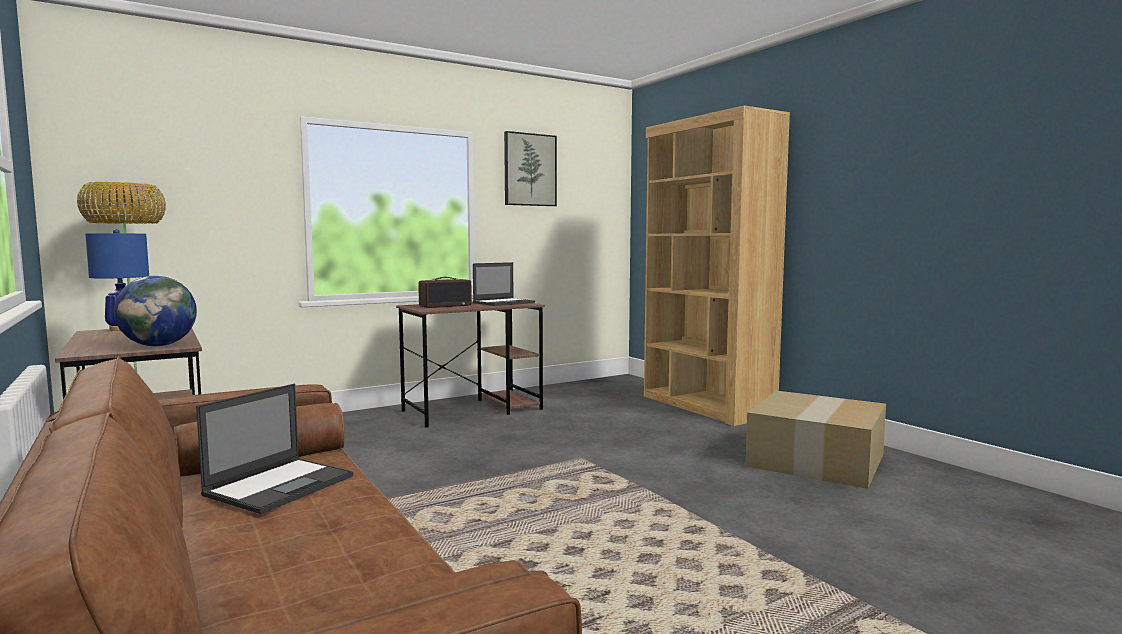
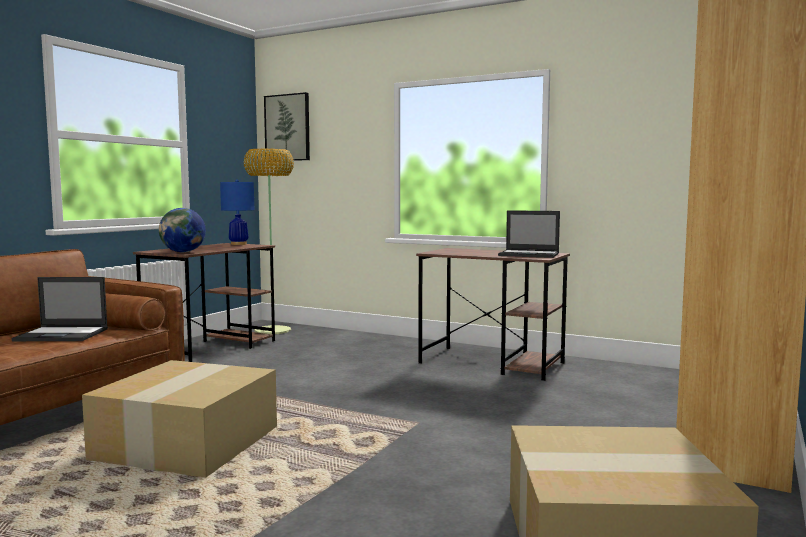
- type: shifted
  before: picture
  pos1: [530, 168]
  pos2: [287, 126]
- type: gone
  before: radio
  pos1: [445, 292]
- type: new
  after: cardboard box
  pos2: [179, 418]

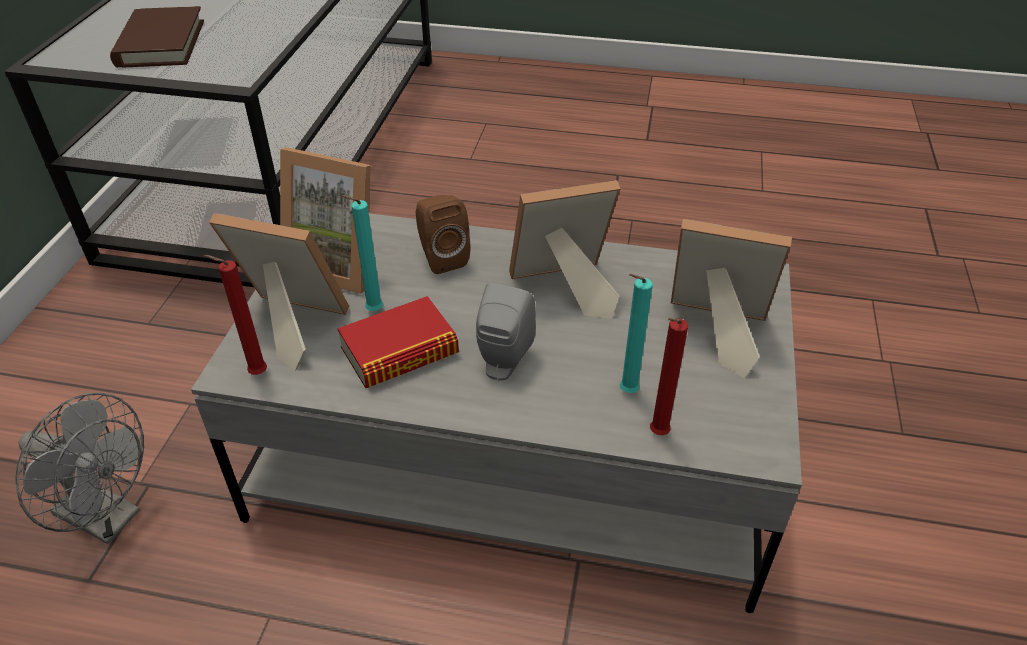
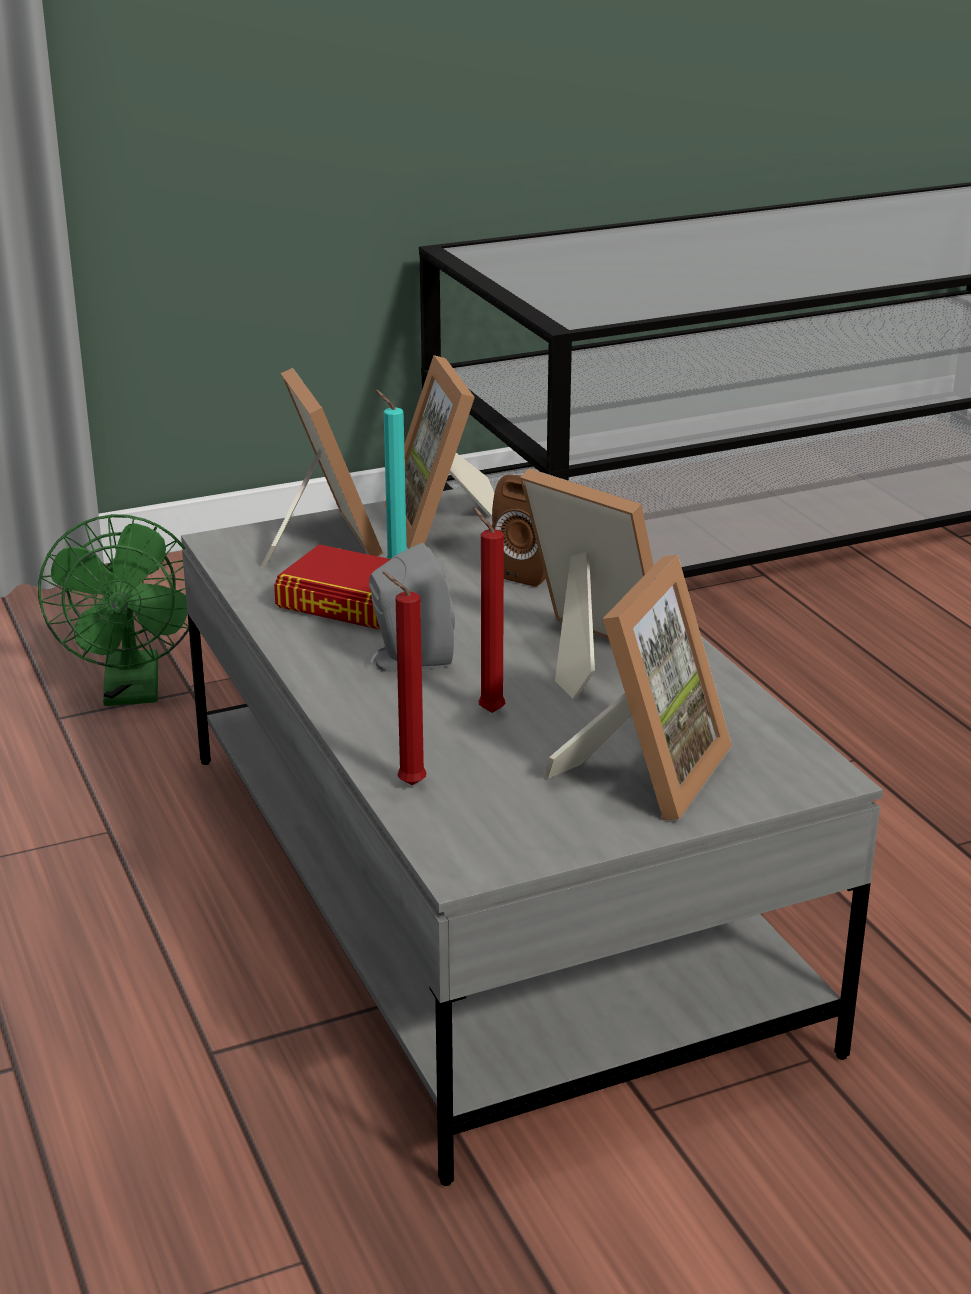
- type: gone
  before: book in brown
  pos1: [157, 36]
- type: rotated
  before: picture frame
  pos1: [731, 298]
  pos2: [638, 687]
  turn: 45
- type: shifted
  before: candle in red
  pos1: [235, 315]
  pos2: [489, 610]
- type: gone
  before: candle in turquoise
  pos1: [636, 333]
- type: repainted
  before: fan in grey
  after: fan in green
  pos1: [79, 468]
  pos2: [113, 610]

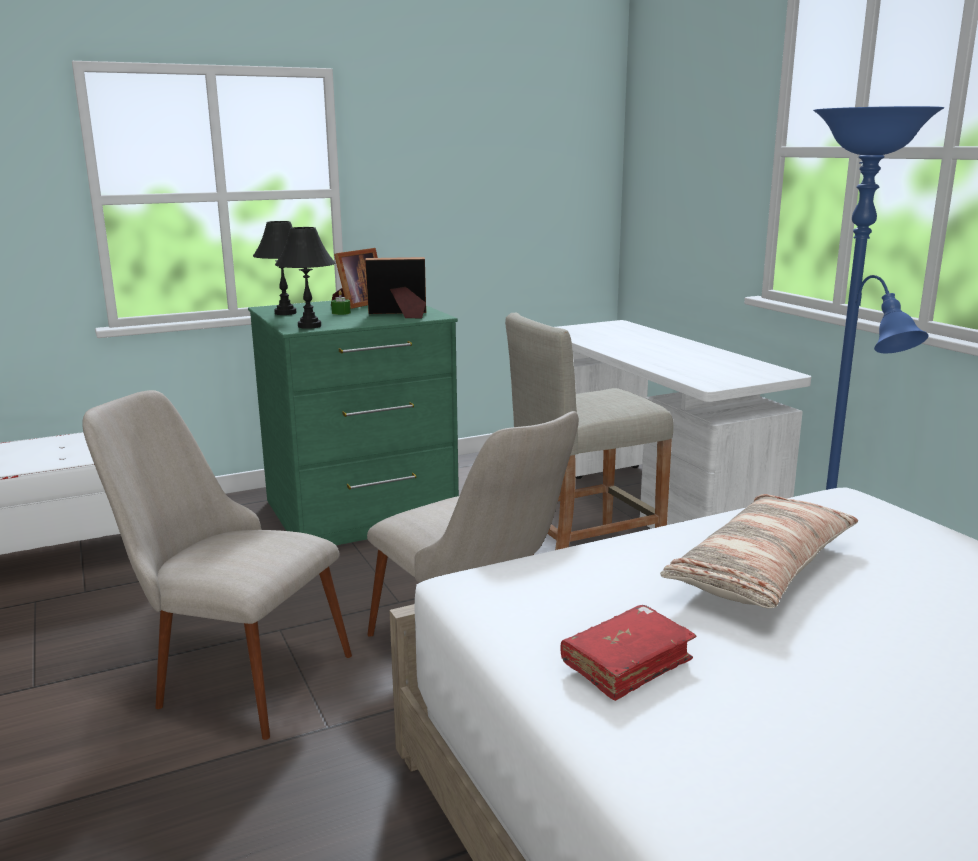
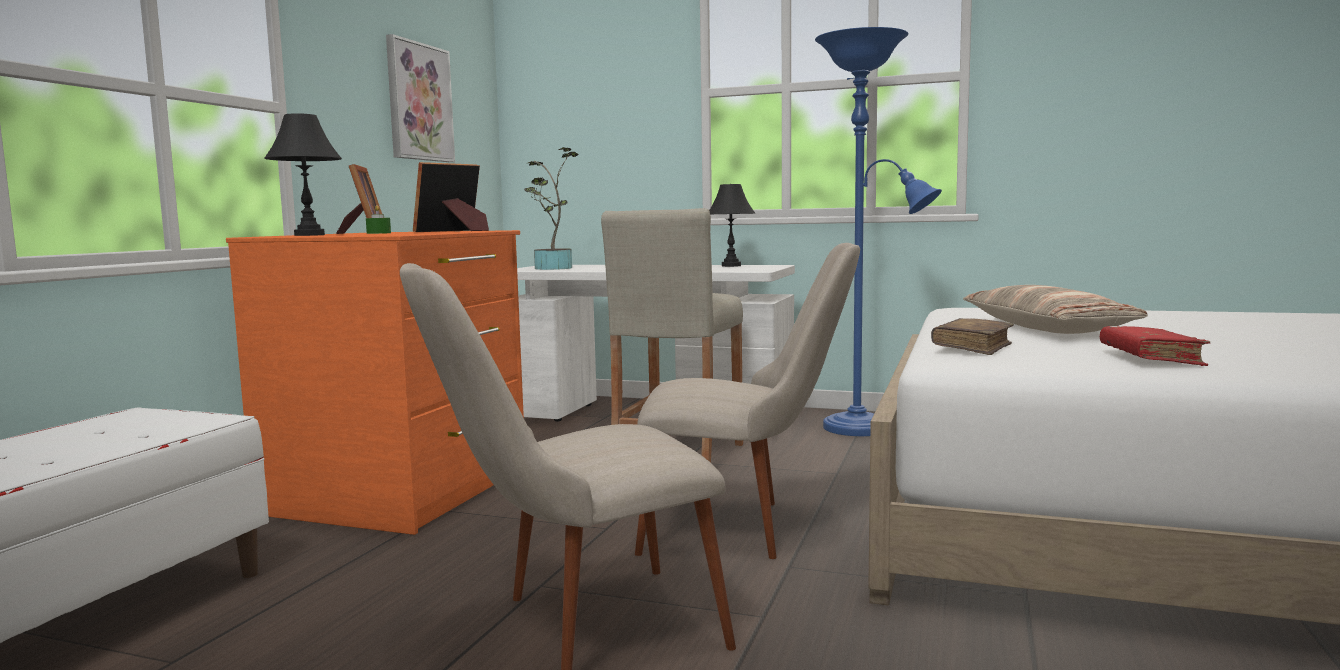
- type: shifted
  before: table lamp in black
  pos1: [305, 278]
  pos2: [732, 225]
- type: repainted
  before: dresser in green
  after: dresser in orange
  pos1: [353, 423]
  pos2: [375, 382]
- type: new
  after: picture
  pos2: [420, 98]
- type: new
  after: potted plant
  pos2: [551, 208]
- type: new
  after: book in brown
  pos2: [972, 336]

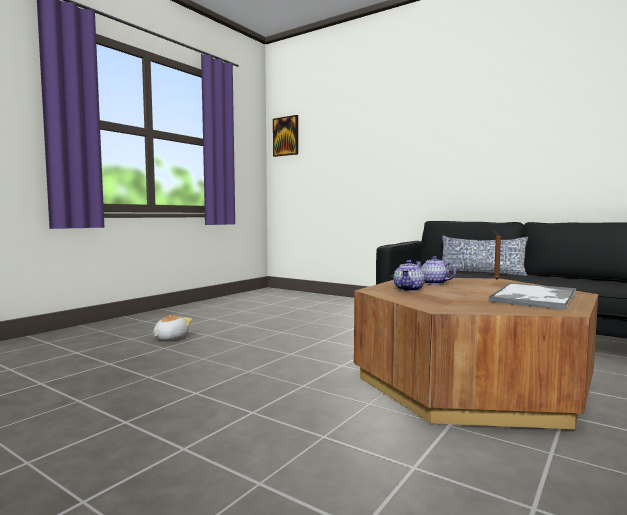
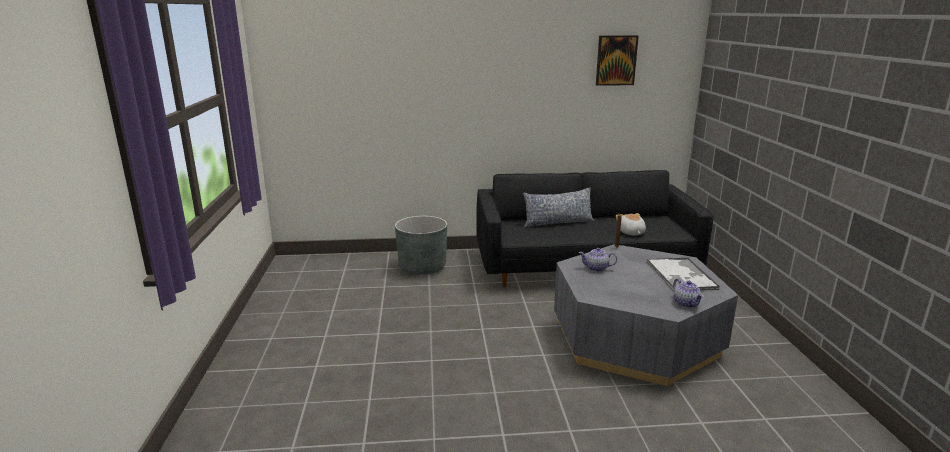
- type: shifted
  before: picture
  pos1: [285, 136]
  pos2: [617, 60]
- type: shifted
  before: teapot
  pos1: [409, 275]
  pos2: [688, 293]
- type: repainted
  before: coffee table in brown
  after: coffee table in grey
  pos1: [476, 354]
  pos2: [646, 315]
- type: shifted
  before: plush toy
  pos1: [172, 327]
  pos2: [631, 224]
- type: new
  after: planter in grey
  pos2: [421, 245]

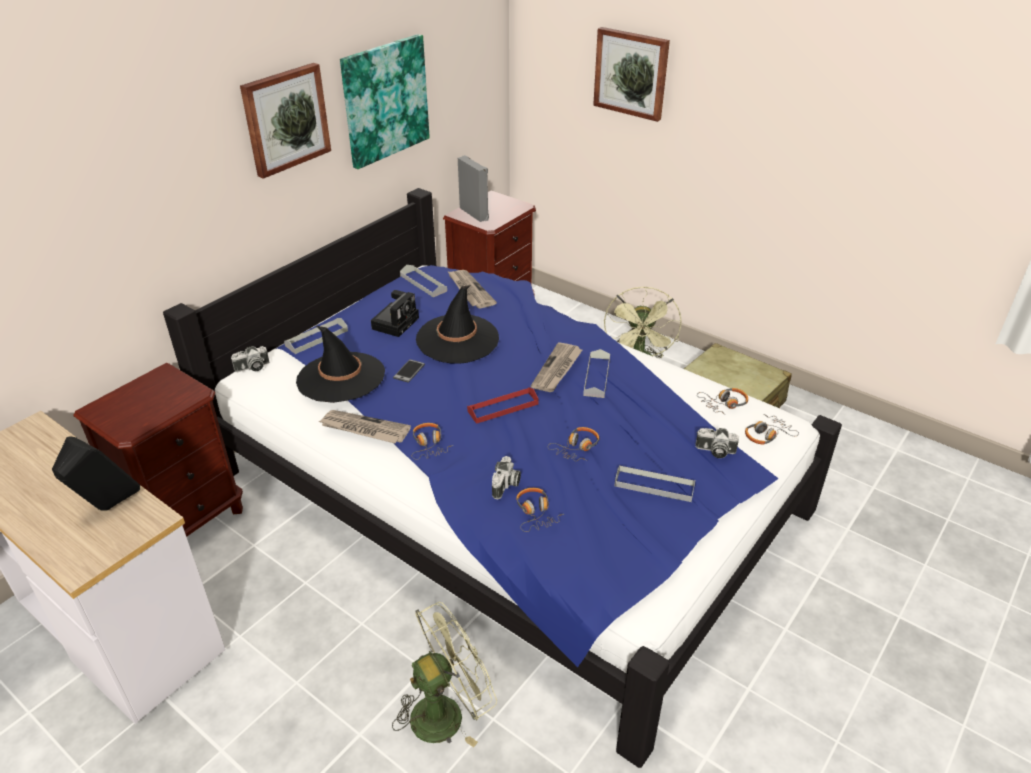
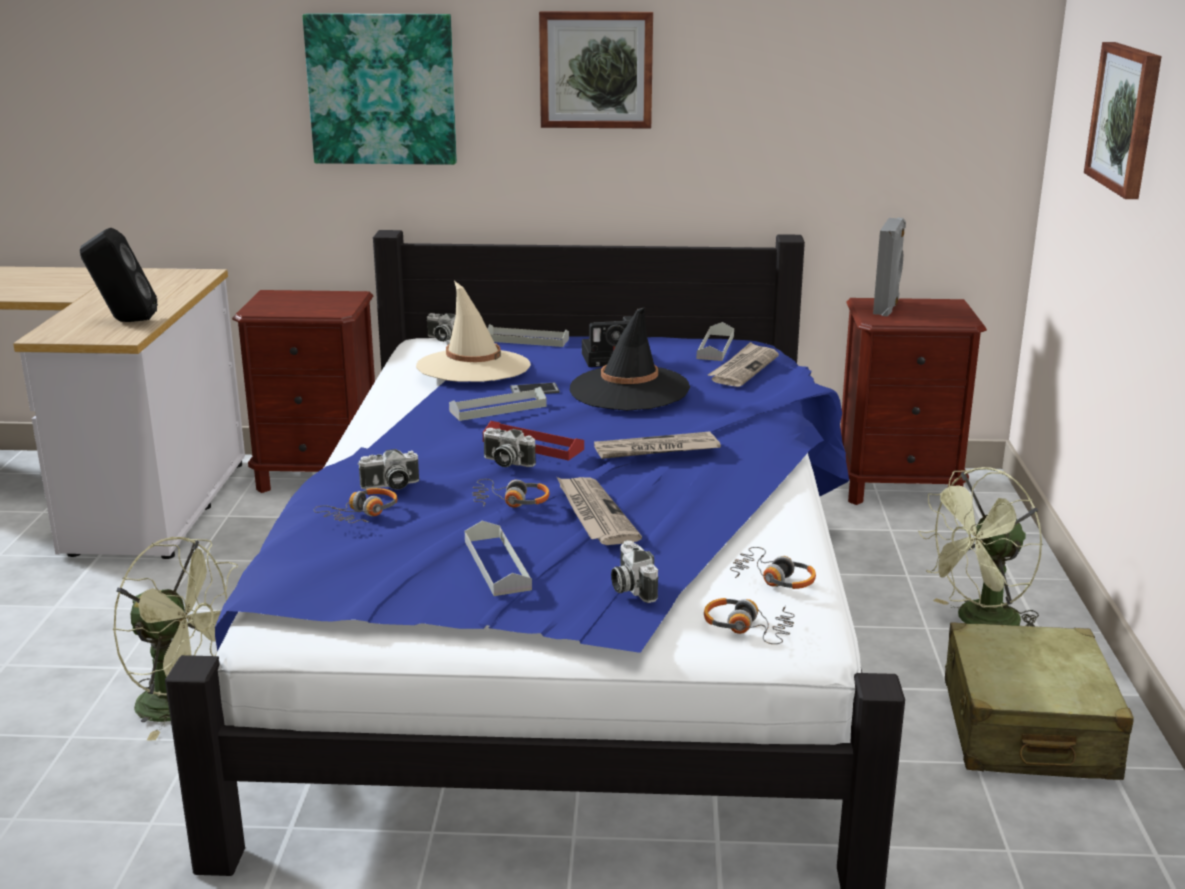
- type: shifted
  before: picture
  pos1: [385, 101]
  pos2: [379, 89]
- type: repainted
  before: hat in black
  after: hat in beige
  pos1: [340, 364]
  pos2: [473, 331]
- type: shifted
  before: tray in grey
  pos1: [596, 373]
  pos2: [498, 404]
- type: shifted
  before: newspaper
  pos1: [364, 426]
  pos2: [599, 511]
- type: gone
  before: headphones
  pos1: [433, 441]
- type: new
  after: photo camera
  pos2: [509, 447]

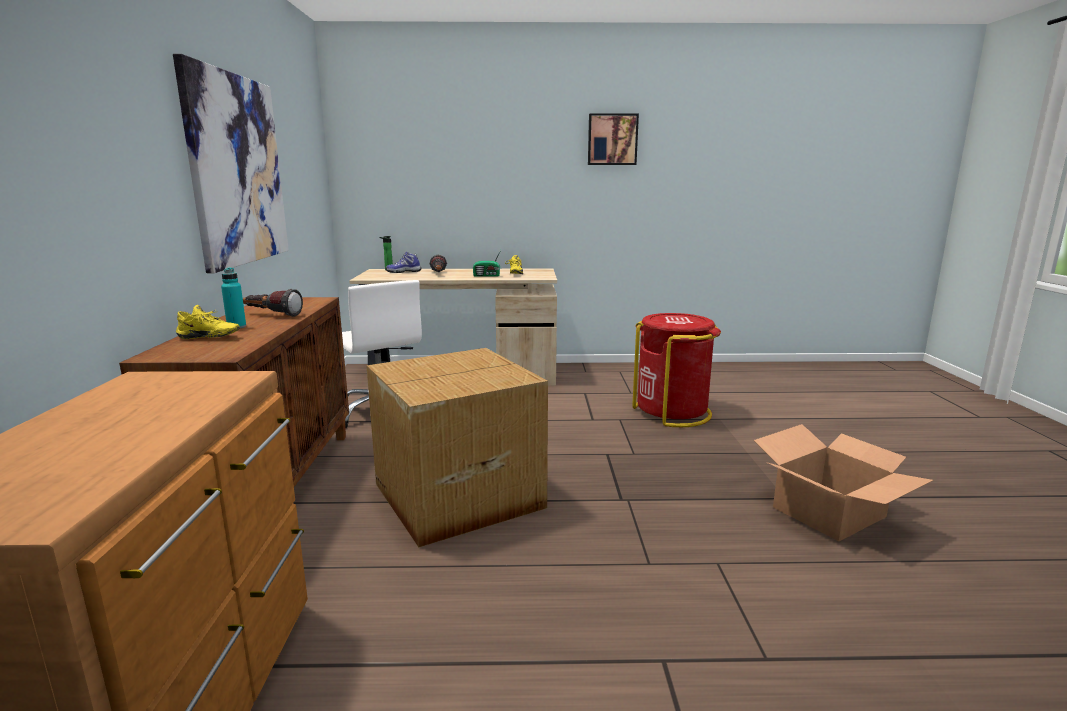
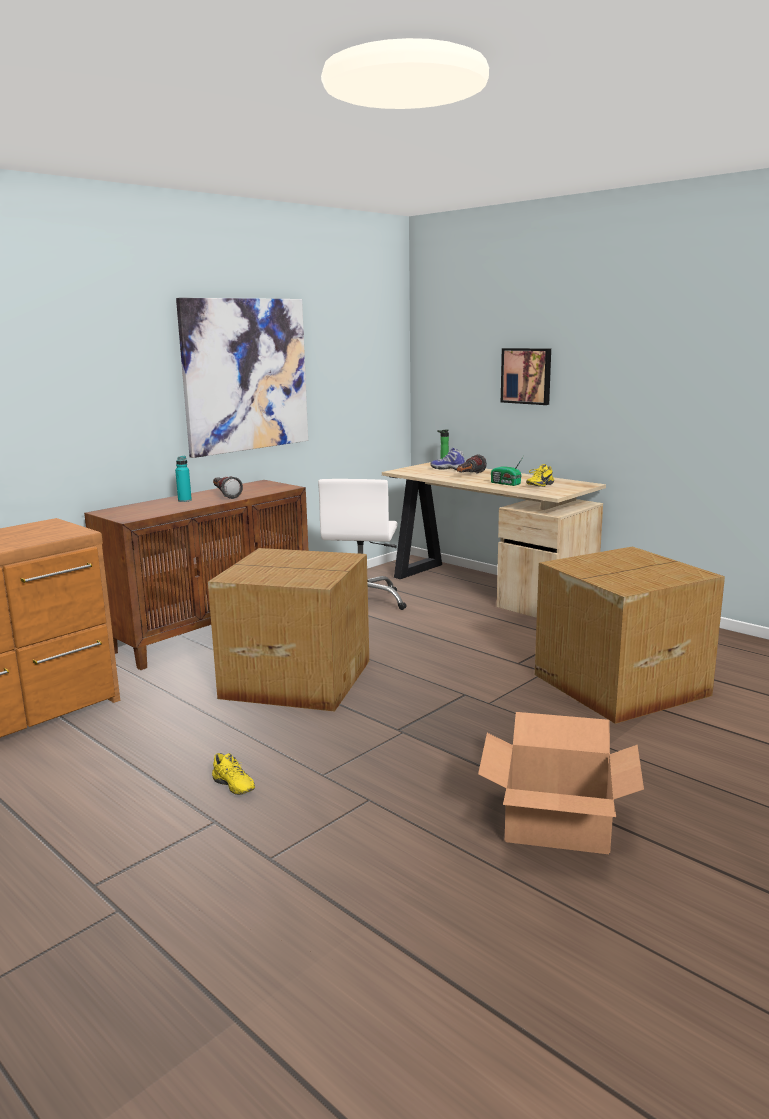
- type: shifted
  before: picture
  pos1: [613, 139]
  pos2: [526, 376]
- type: shifted
  before: shoe in yellow
  pos1: [208, 322]
  pos2: [233, 774]
- type: swapped
  before: trash can in red
  after: cardboard box
  pos1: [676, 370]
  pos2: [630, 635]

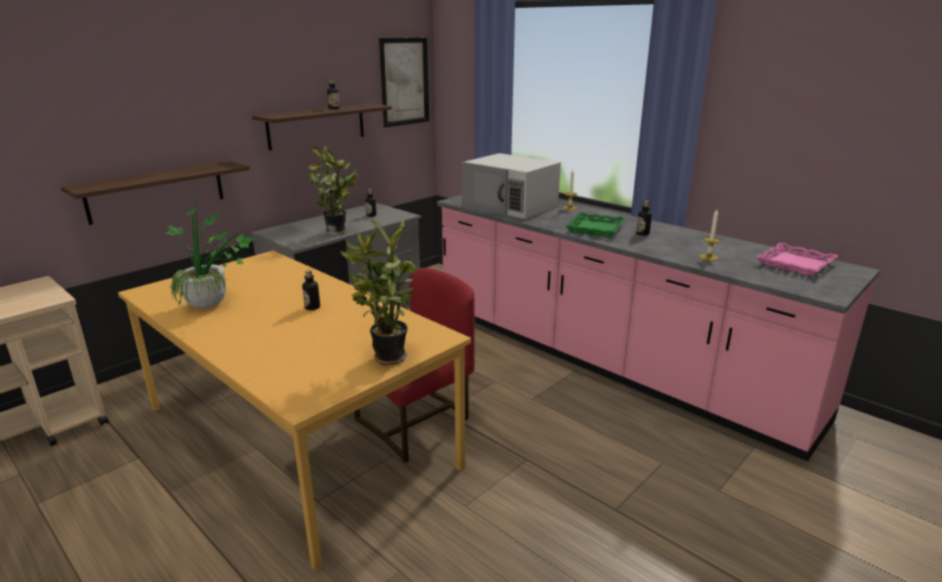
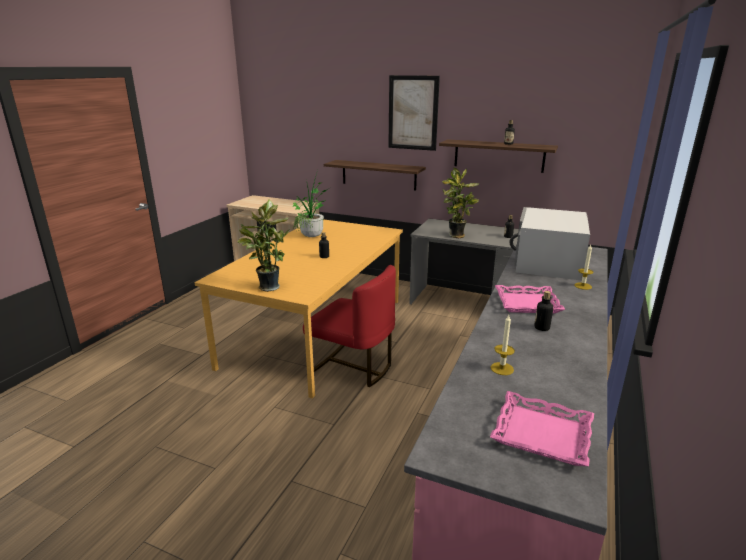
- type: shifted
  before: picture
  pos1: [404, 82]
  pos2: [414, 113]
- type: repainted
  before: tray in green
  after: tray in pink
  pos1: [595, 224]
  pos2: [530, 299]

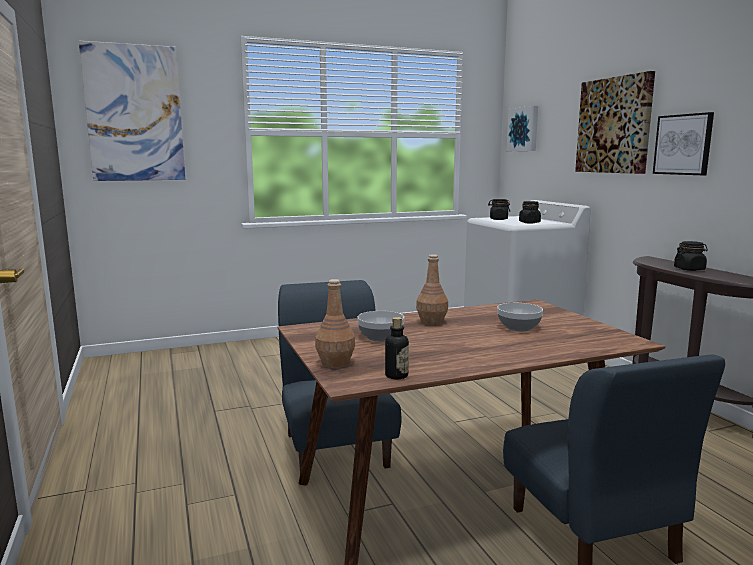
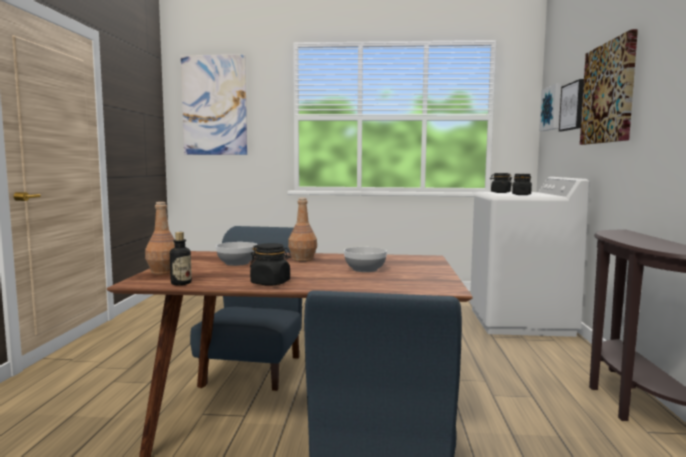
- type: shifted
  before: picture
  pos1: [683, 143]
  pos2: [571, 105]
- type: shifted
  before: jar in black
  pos1: [691, 256]
  pos2: [271, 264]

